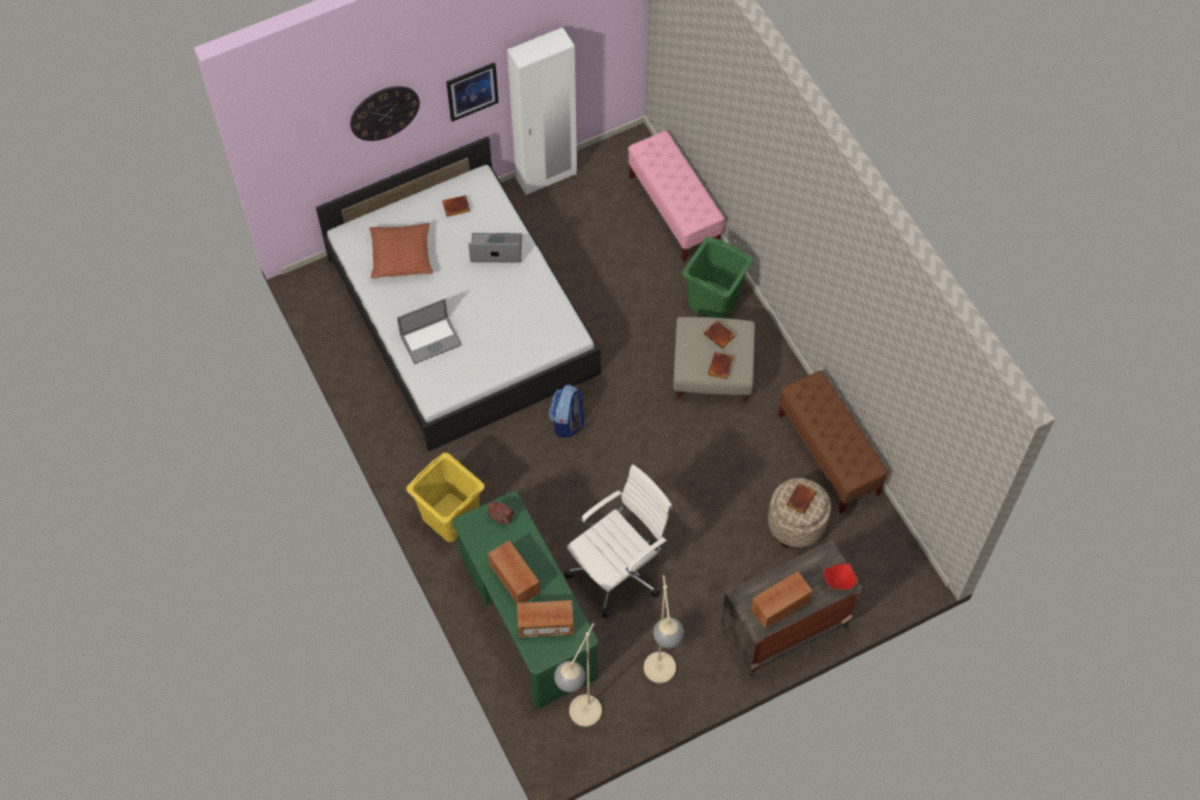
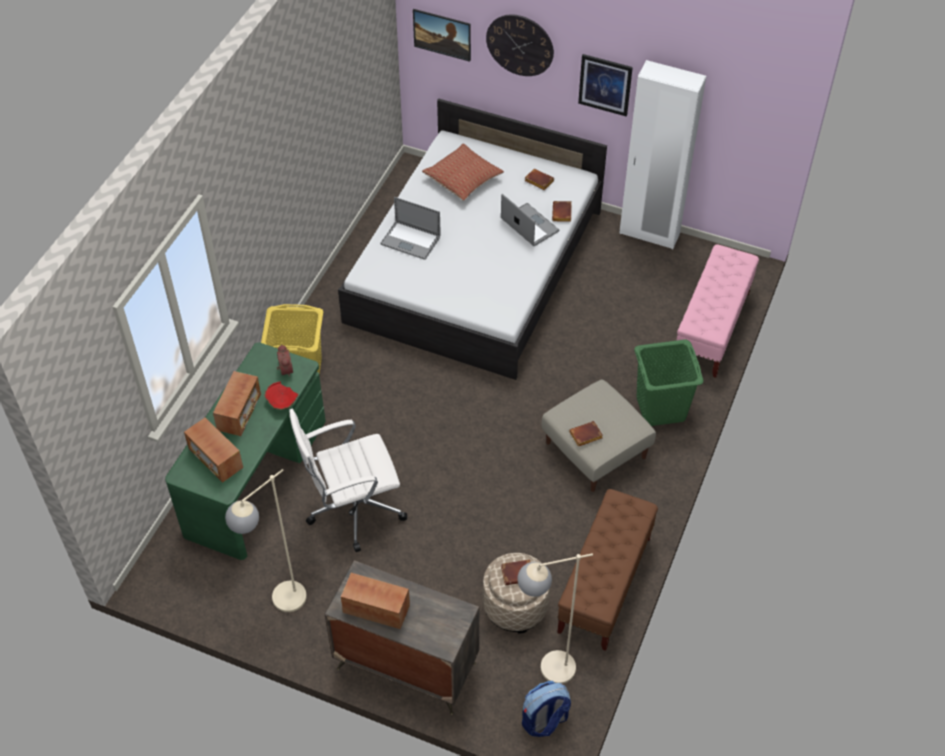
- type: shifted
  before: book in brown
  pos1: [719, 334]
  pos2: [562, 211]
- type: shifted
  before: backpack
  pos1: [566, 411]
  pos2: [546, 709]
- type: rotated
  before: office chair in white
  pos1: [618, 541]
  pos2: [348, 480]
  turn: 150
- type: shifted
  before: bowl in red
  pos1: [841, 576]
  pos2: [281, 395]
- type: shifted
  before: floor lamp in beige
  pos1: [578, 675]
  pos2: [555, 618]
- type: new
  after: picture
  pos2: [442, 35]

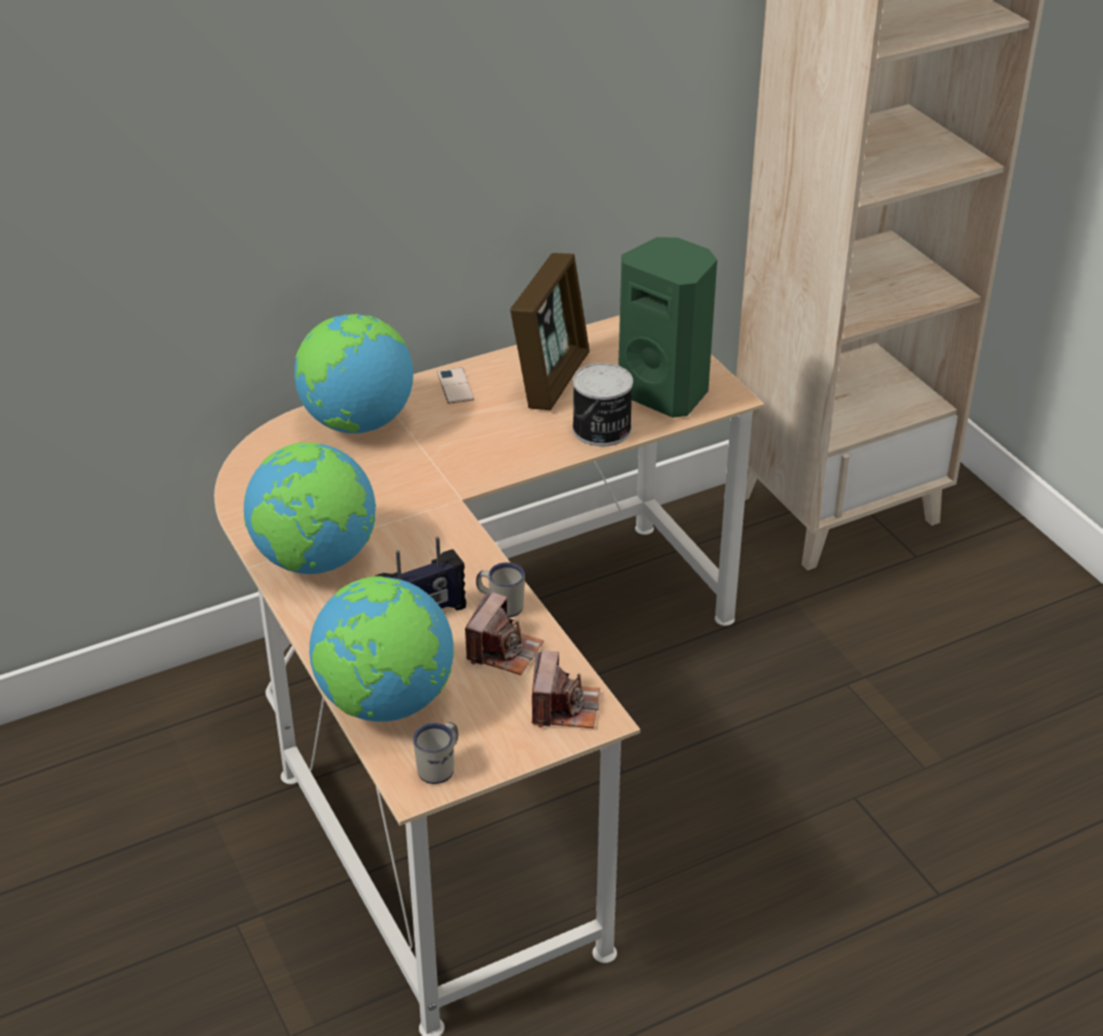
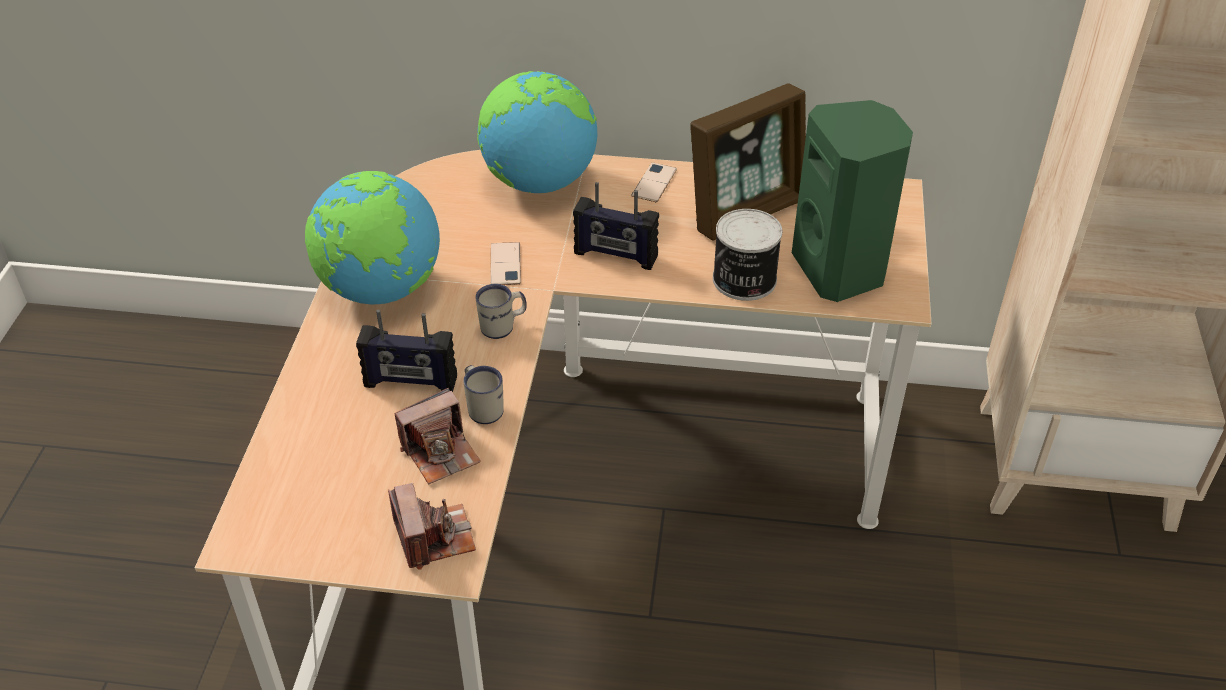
- type: gone
  before: globe
  pos1: [382, 649]
- type: rotated
  before: photo camera
  pos1: [566, 689]
  pos2: [432, 526]
  turn: -60
- type: shifted
  before: mug in white
  pos1: [435, 753]
  pos2: [501, 311]
- type: new
  after: radio
  pos2: [616, 226]
- type: new
  after: phone
  pos2: [505, 263]

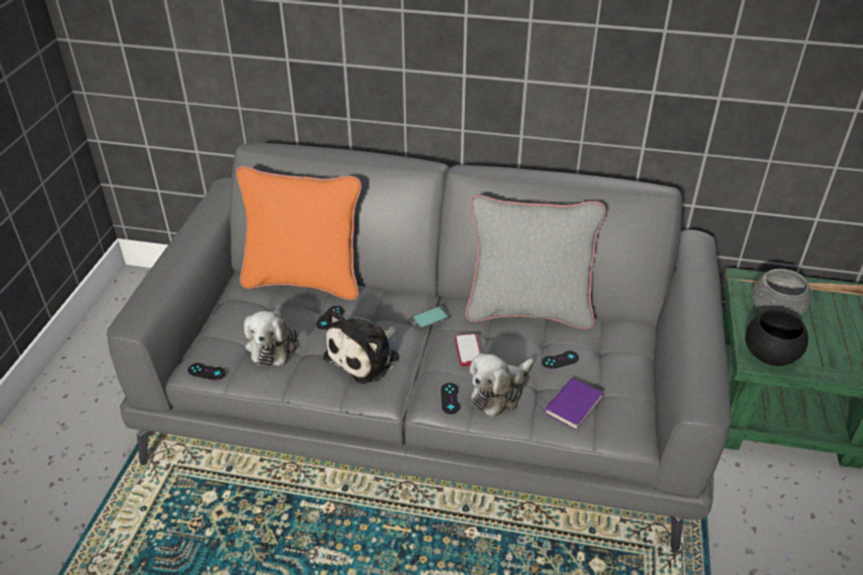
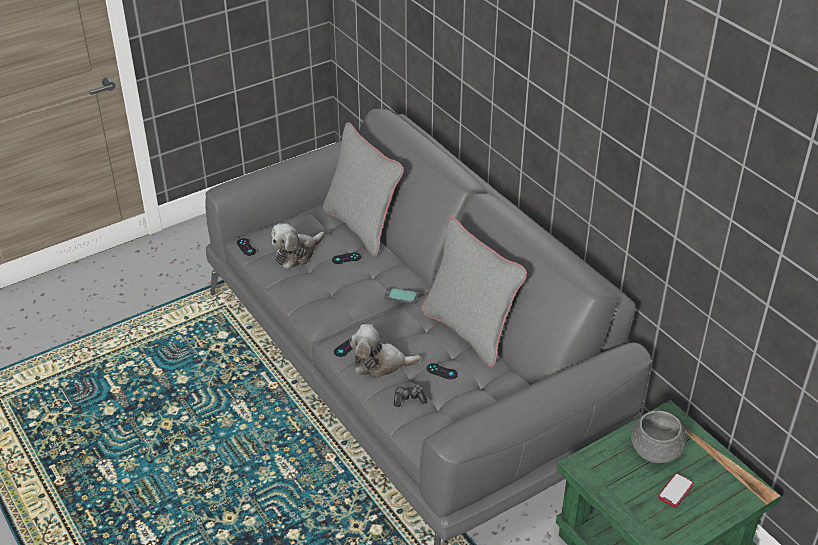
- type: repainted
  before: pillow in orange
  after: pillow in grey
  pos1: [299, 233]
  pos2: [363, 189]
- type: gone
  before: plush toy
  pos1: [361, 346]
- type: gone
  before: bowl in black
  pos1: [776, 337]
- type: shifted
  before: phone
  pos1: [468, 350]
  pos2: [676, 490]
- type: swapped
  before: book in purple
  after: game controller
  pos1: [569, 404]
  pos2: [411, 395]

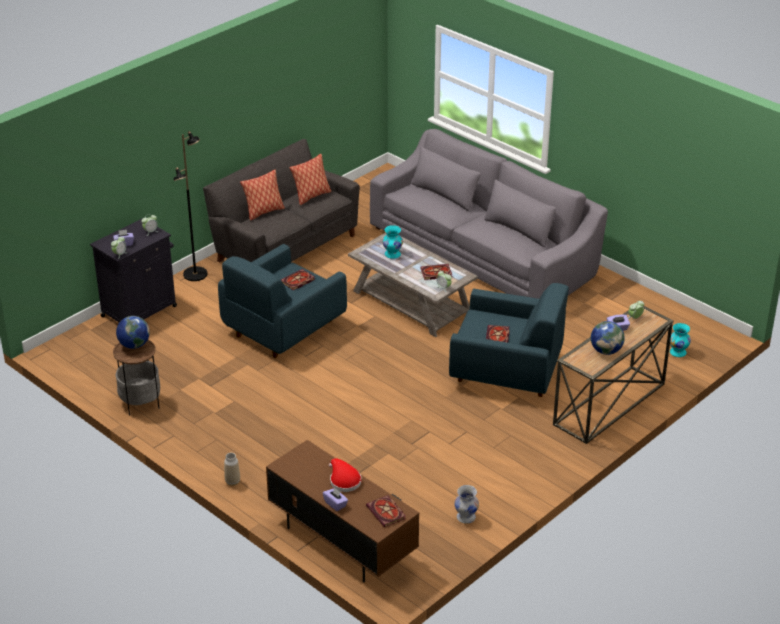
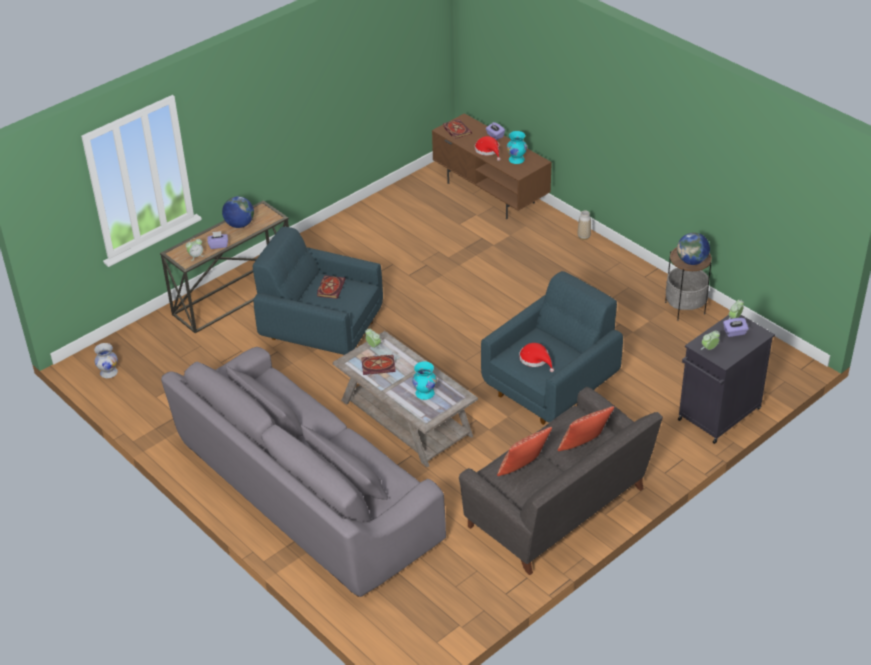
- type: gone
  before: floor lamp in black
  pos1: [190, 206]
- type: swapped
  before: book
  after: hat in red
  pos1: [298, 279]
  pos2: [536, 357]
- type: shifted
  before: vase in turquoise
  pos1: [680, 340]
  pos2: [517, 147]
- type: shifted
  before: vase in white
  pos1: [466, 504]
  pos2: [106, 360]

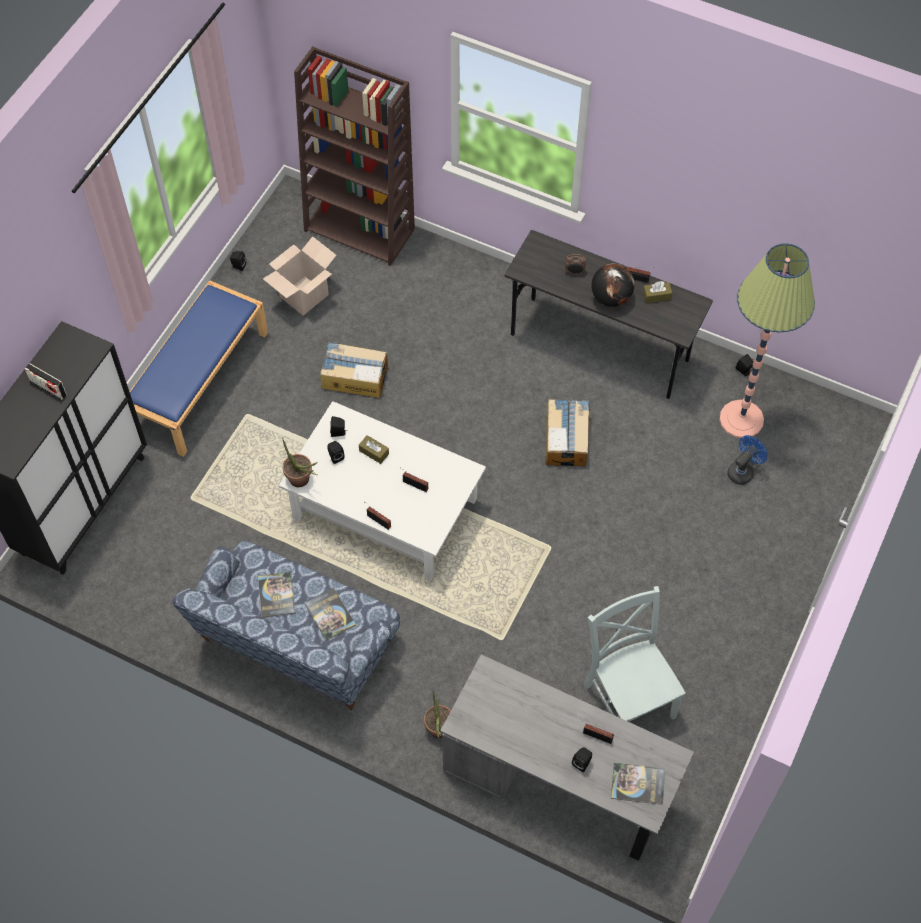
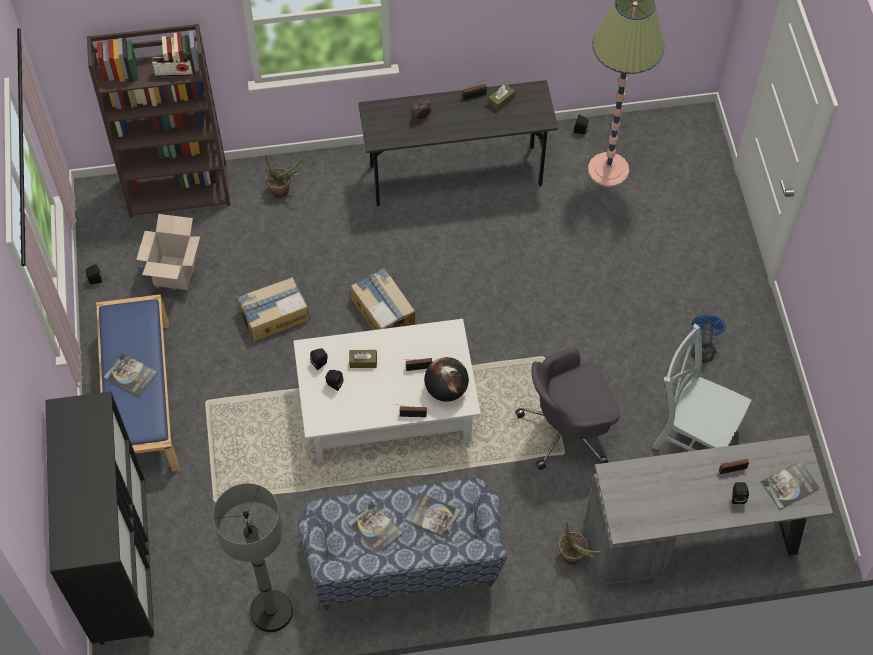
- type: shifted
  before: globe
  pos1: [613, 285]
  pos2: [446, 379]
- type: shifted
  before: radio
  pos1: [45, 381]
  pos2: [172, 67]
- type: shifted
  before: cardboard box
  pos1: [568, 432]
  pos2: [383, 298]
- type: shifted
  before: fan in blue
  pos1: [747, 460]
  pos2: [708, 338]
- type: shifted
  before: potted plant
  pos1: [300, 462]
  pos2: [285, 176]
- type: new
  after: office chair in grey
  pos2: [567, 408]
- type: new
  after: book
  pos2: [131, 374]
- type: new
  after: floor lamp in grey
  pos2: [253, 557]

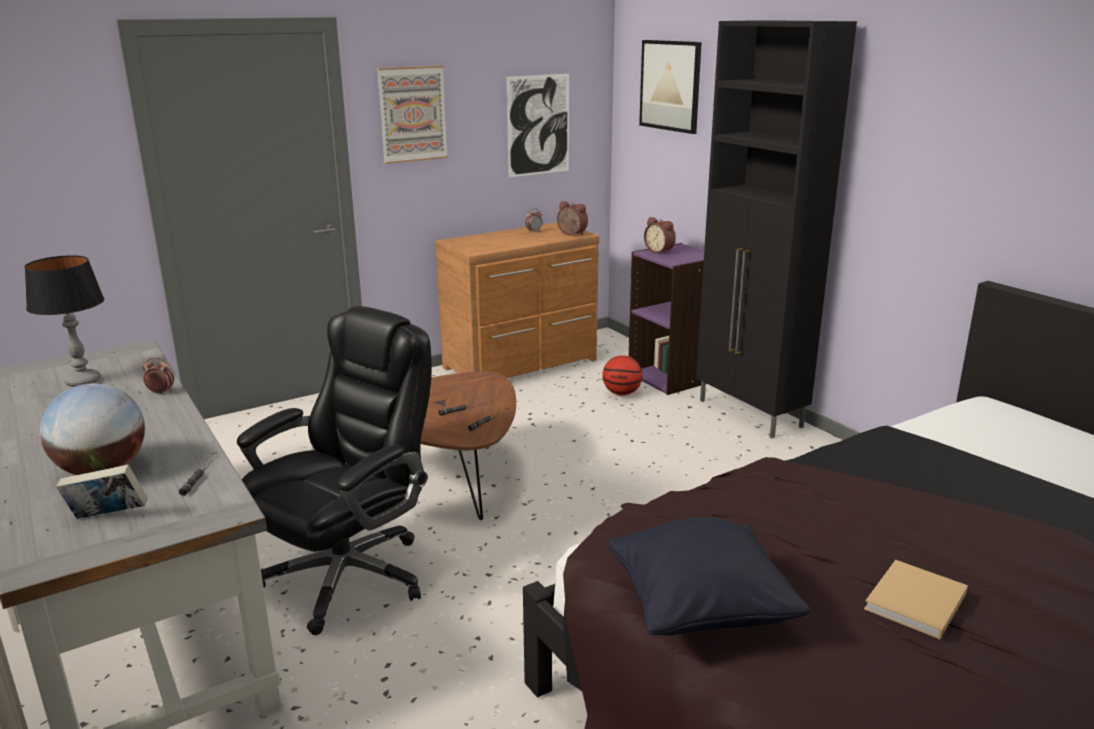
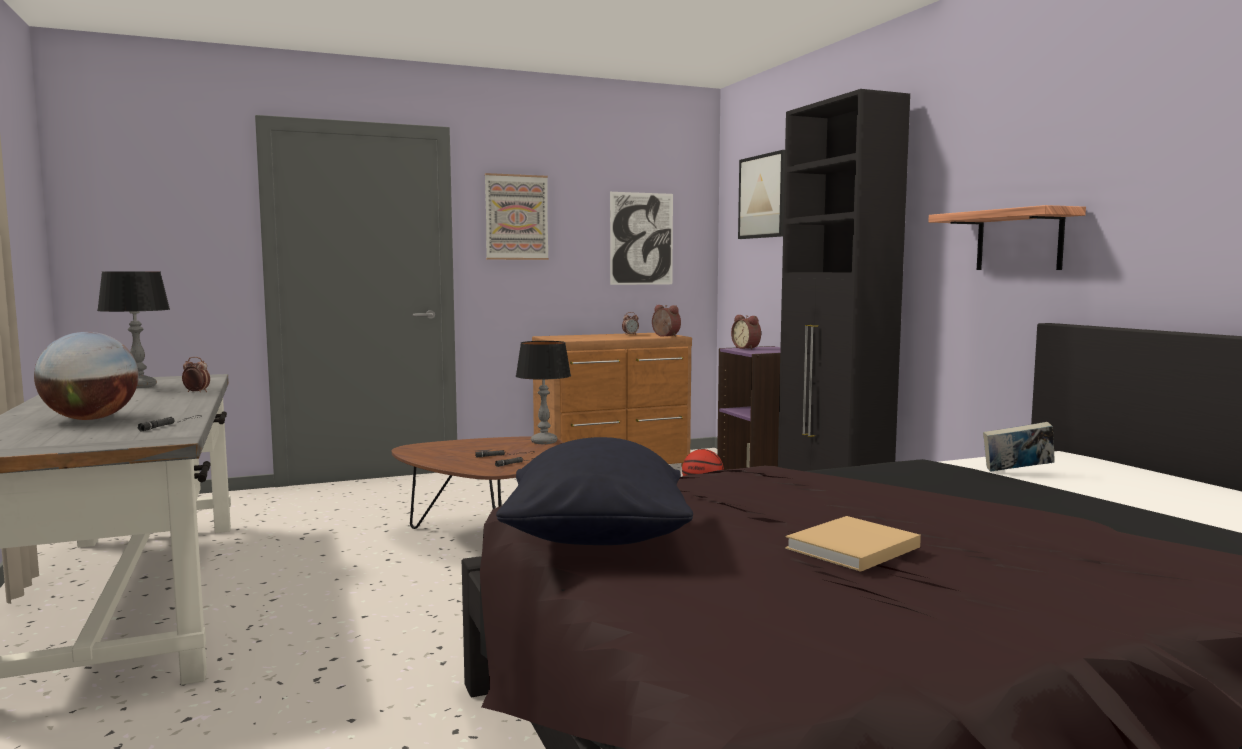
- type: gone
  before: office chair in black
  pos1: [334, 470]
- type: shifted
  before: book
  pos1: [102, 491]
  pos2: [1019, 447]
- type: new
  after: shelf
  pos2: [1007, 237]
- type: new
  after: table lamp
  pos2: [543, 392]

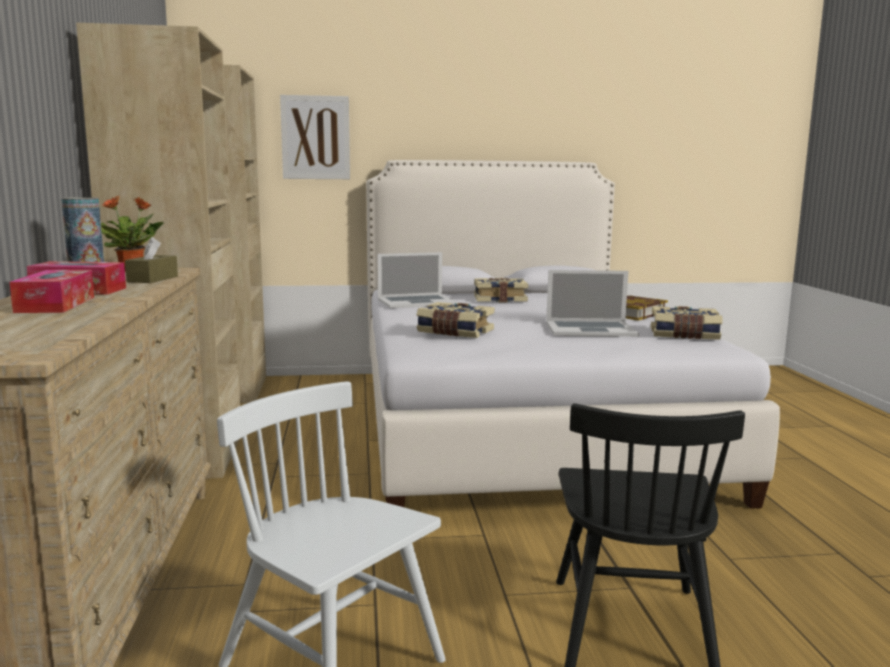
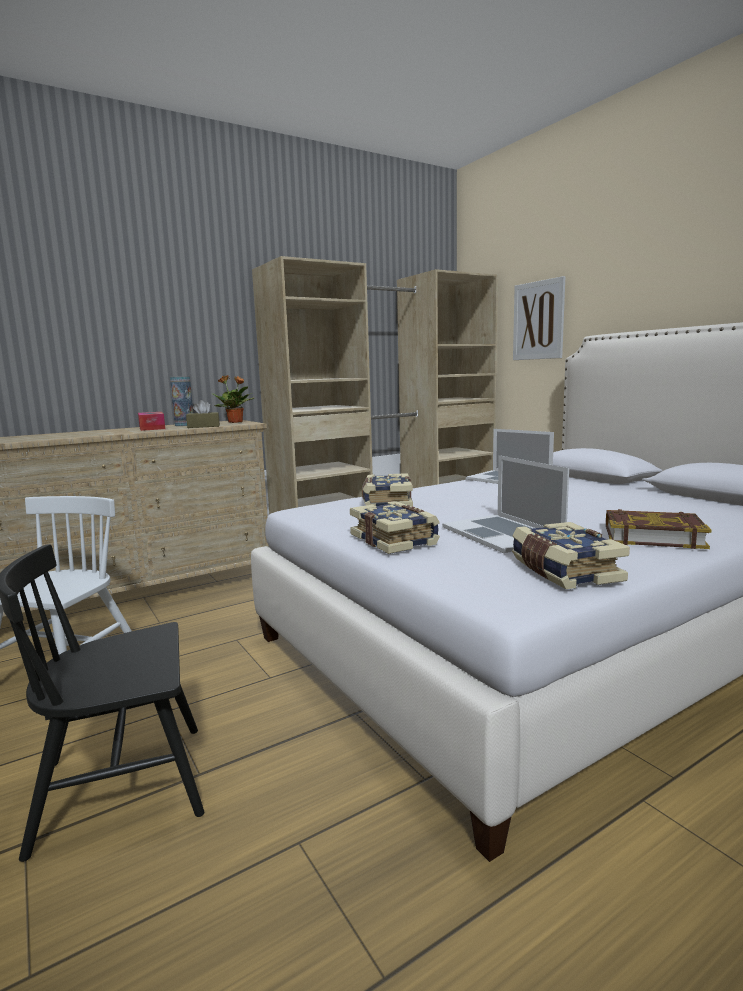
- type: gone
  before: tissue box
  pos1: [51, 291]
- type: shifted
  before: book
  pos1: [501, 290]
  pos2: [395, 527]

